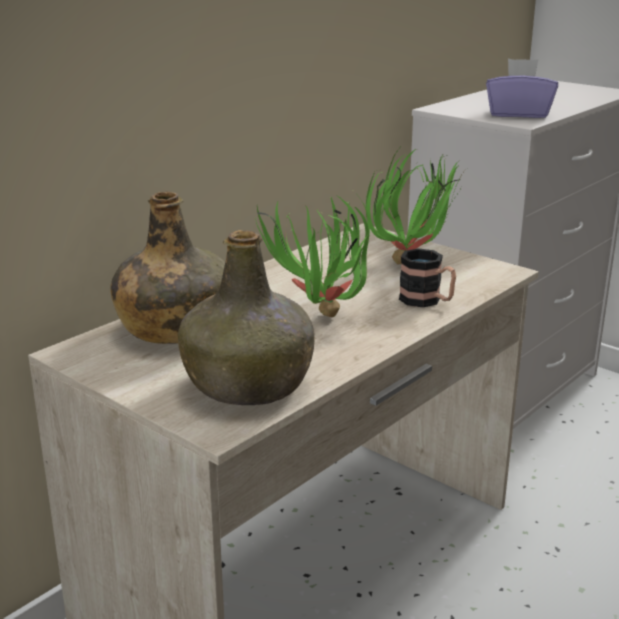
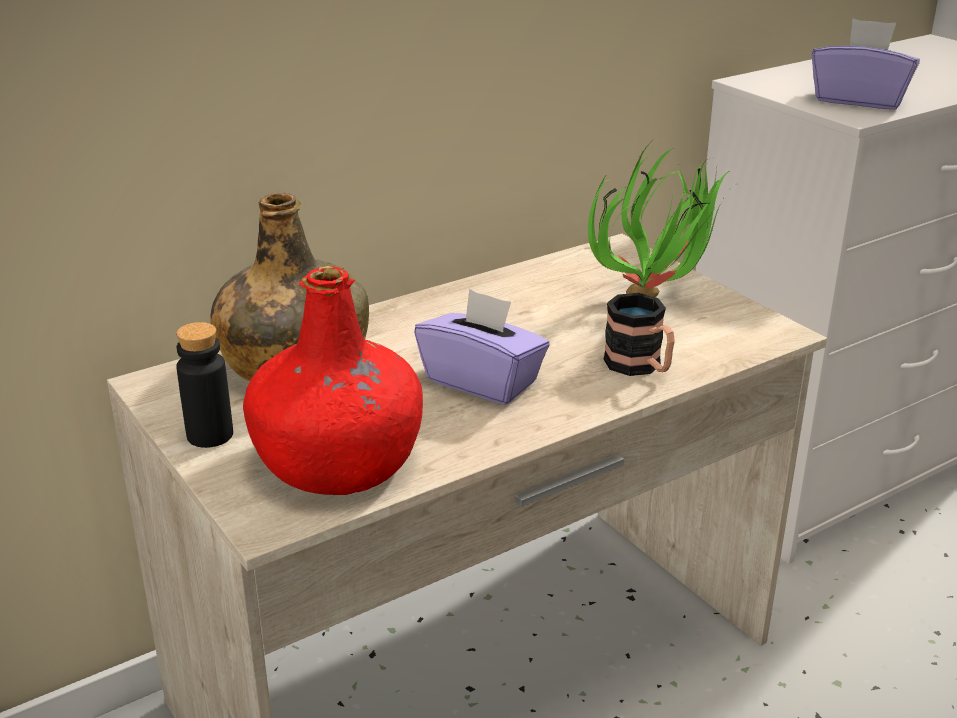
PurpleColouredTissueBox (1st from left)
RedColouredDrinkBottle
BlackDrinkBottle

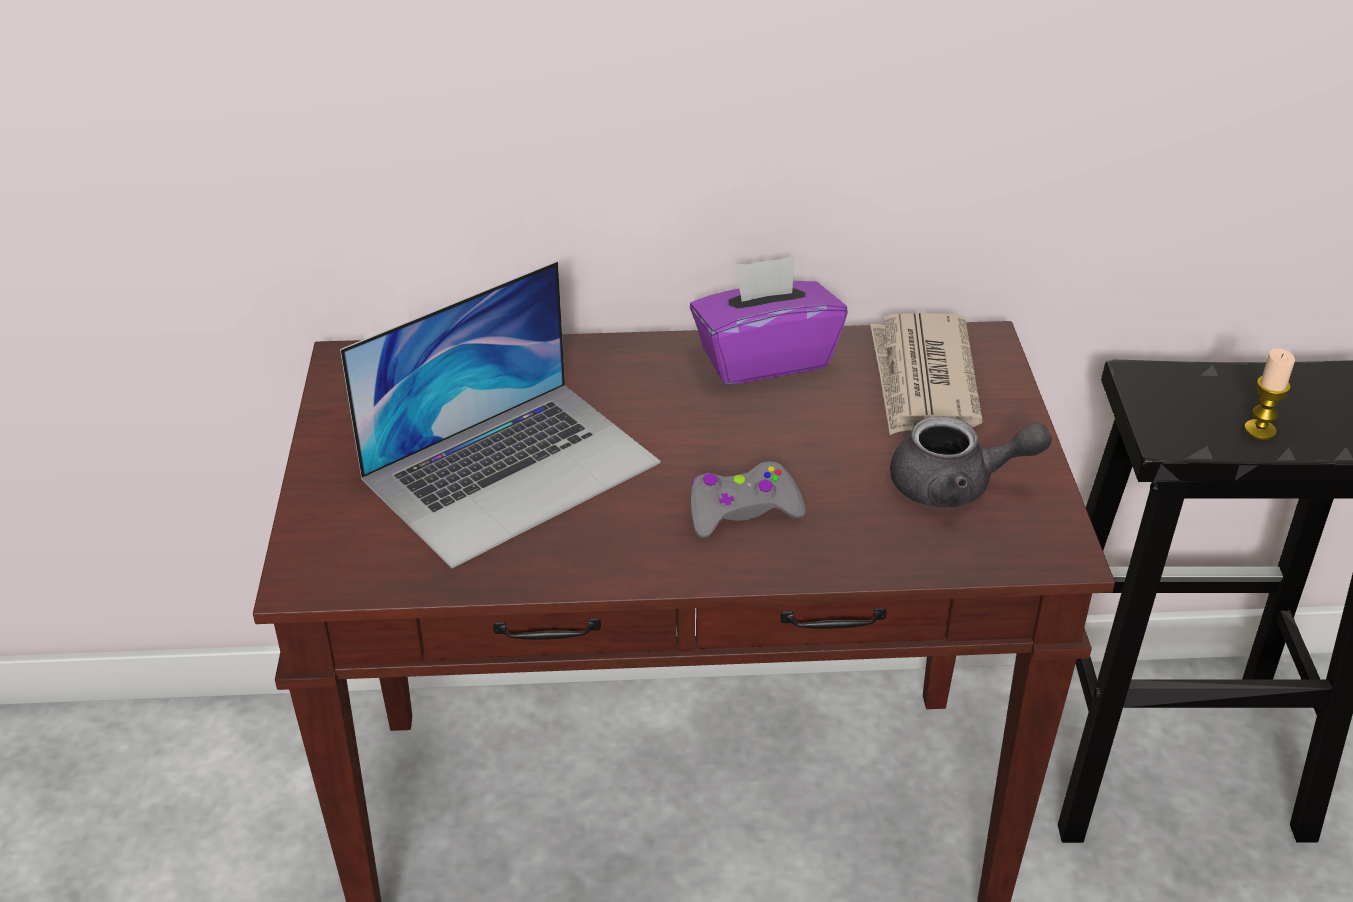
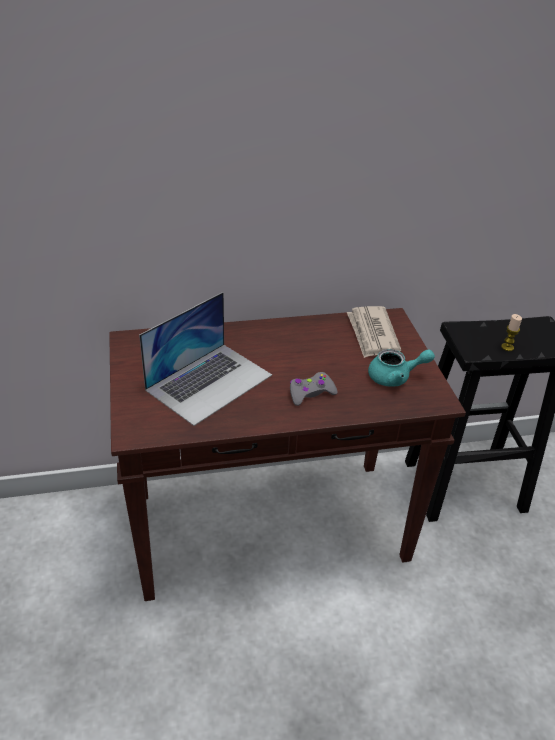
PurpleColouredTissueBox
BlueGreenPotForTea

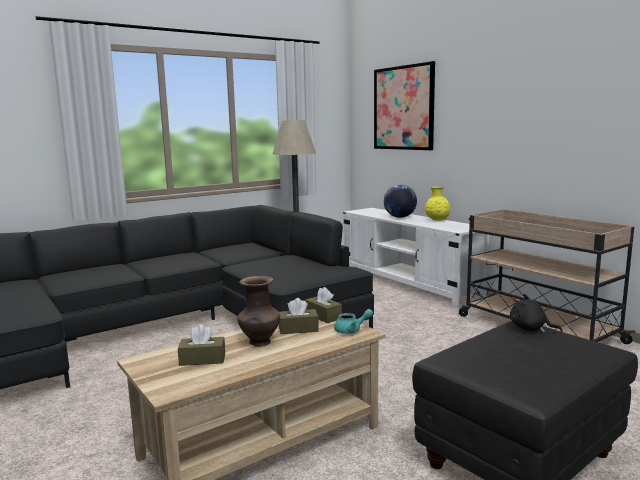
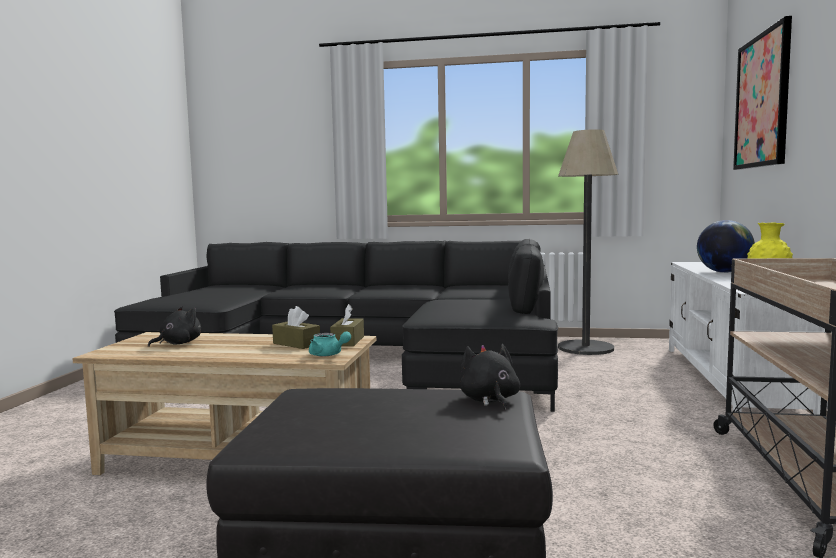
BrownishFlowerVase
BlackCuddlyToy (1st from left)

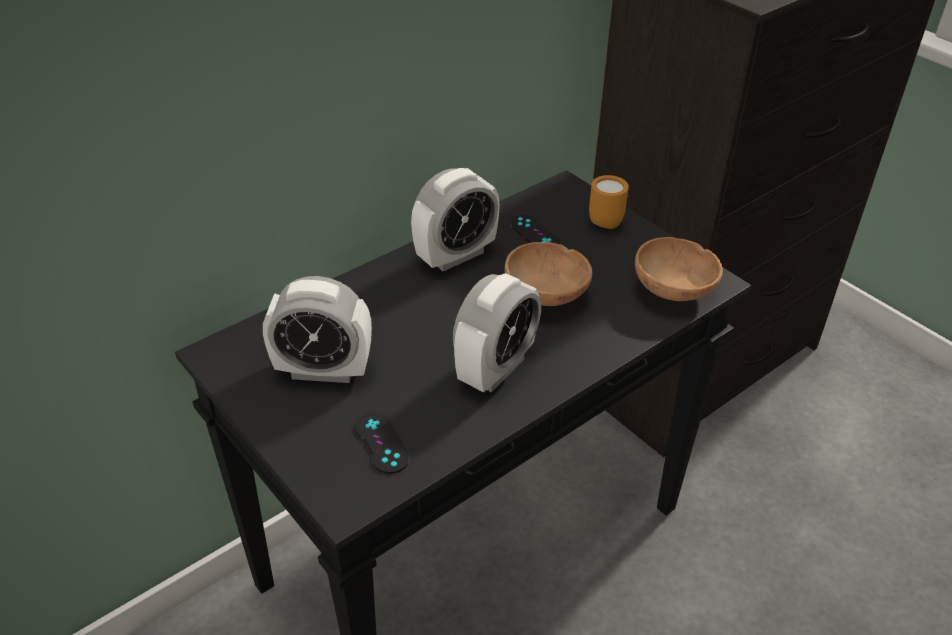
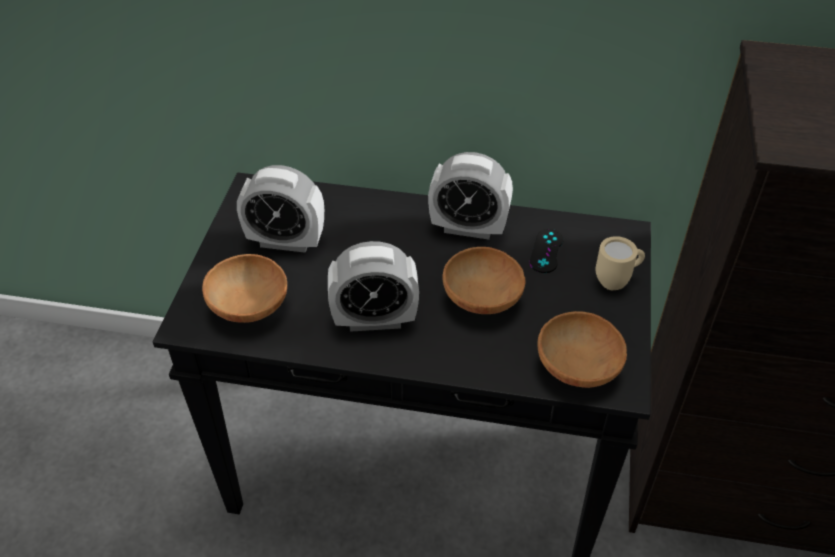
BeigeMug
AlarmClock (1st from left)
BrownishServingBowl (1st from left)

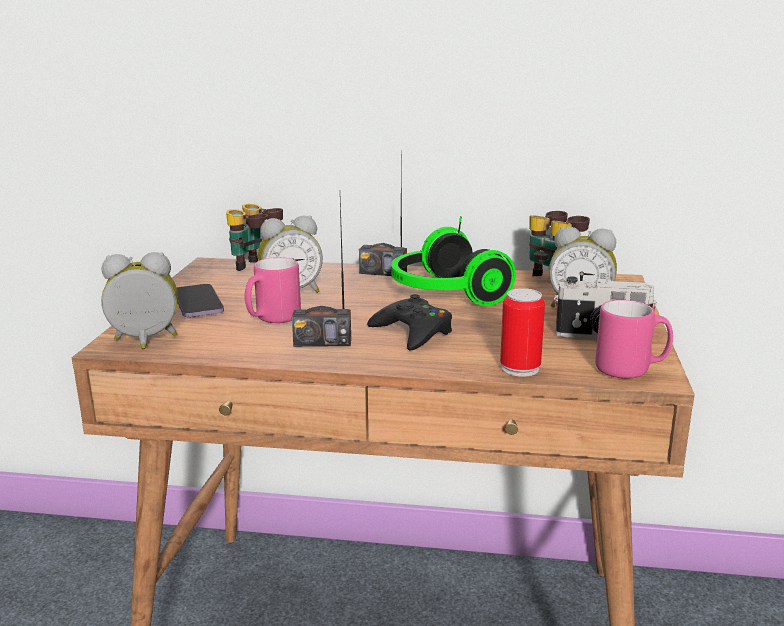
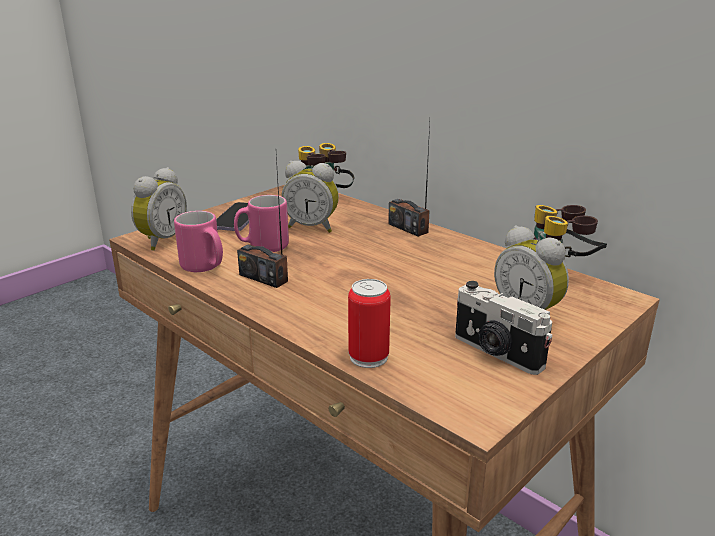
Headphones
AlarmClock (1st from left)
BlackGamepad
PinkMug (1st from left)

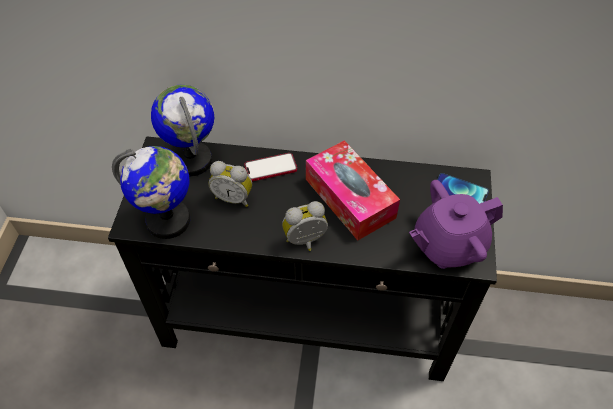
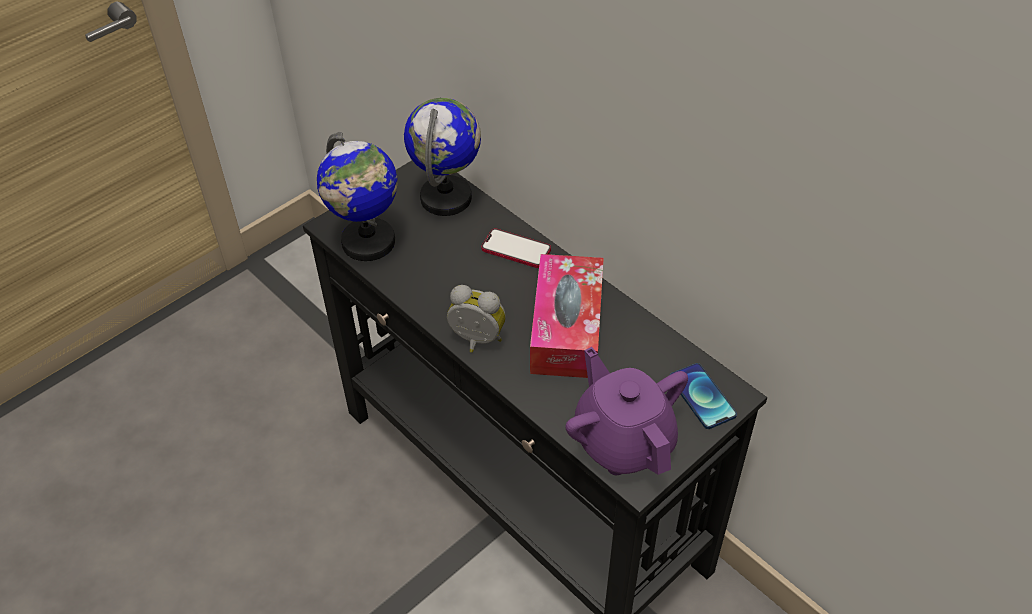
AlarmClock (1st from left in the first image)
PurpleColouredPotForTea

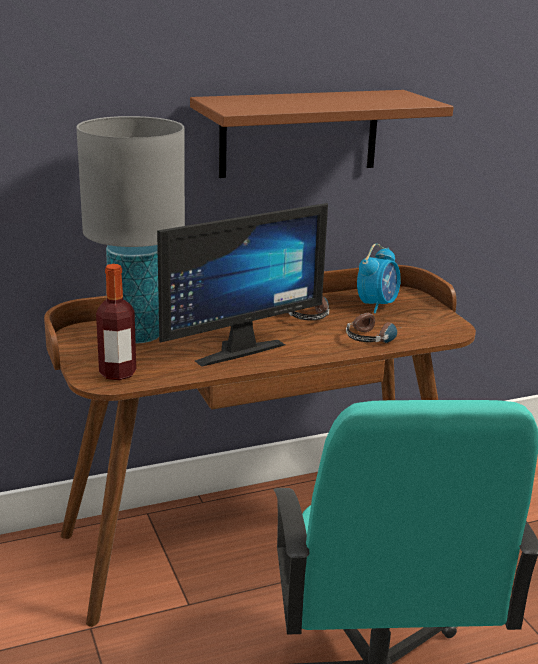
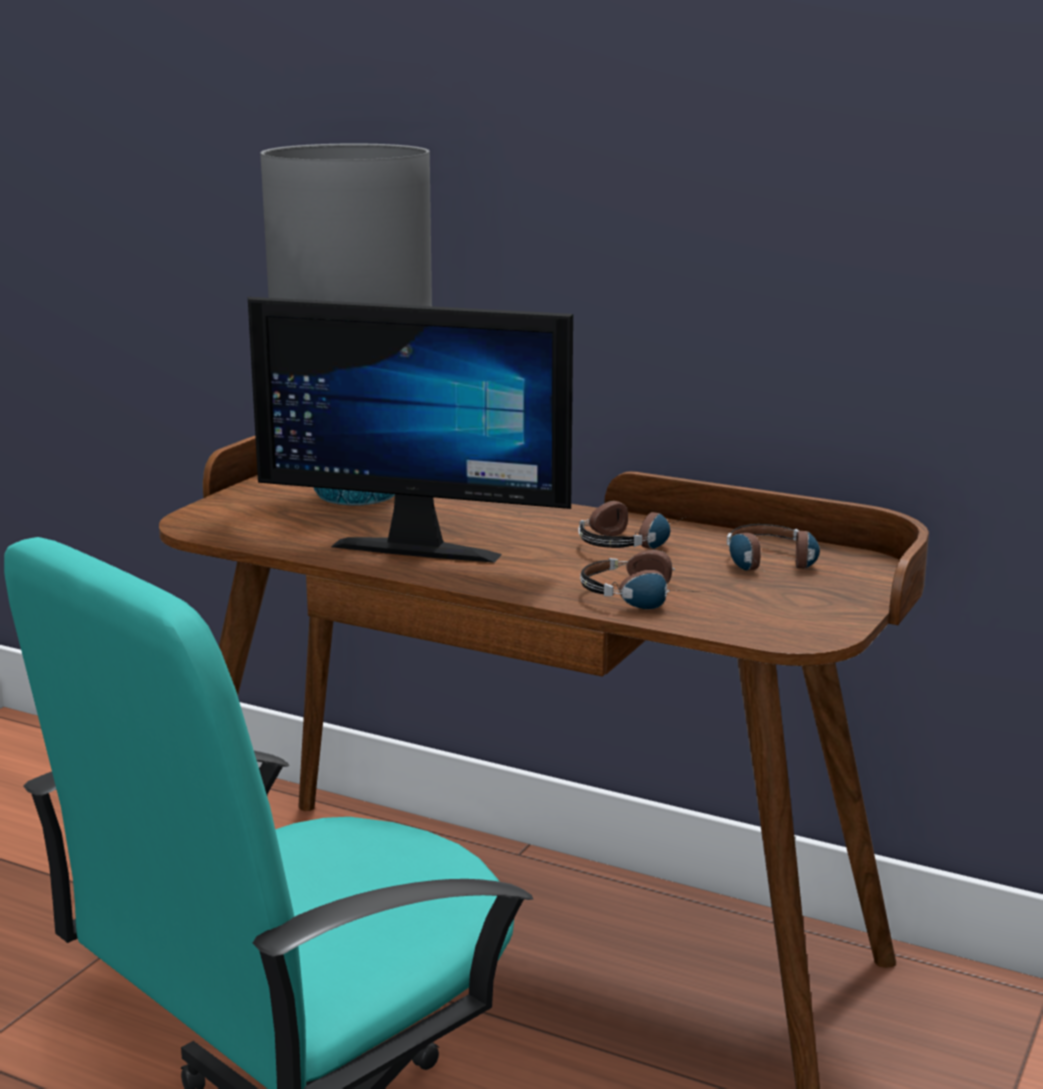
BrownishBracketShelf
Headphones (3rd from left)
DrinkBottle

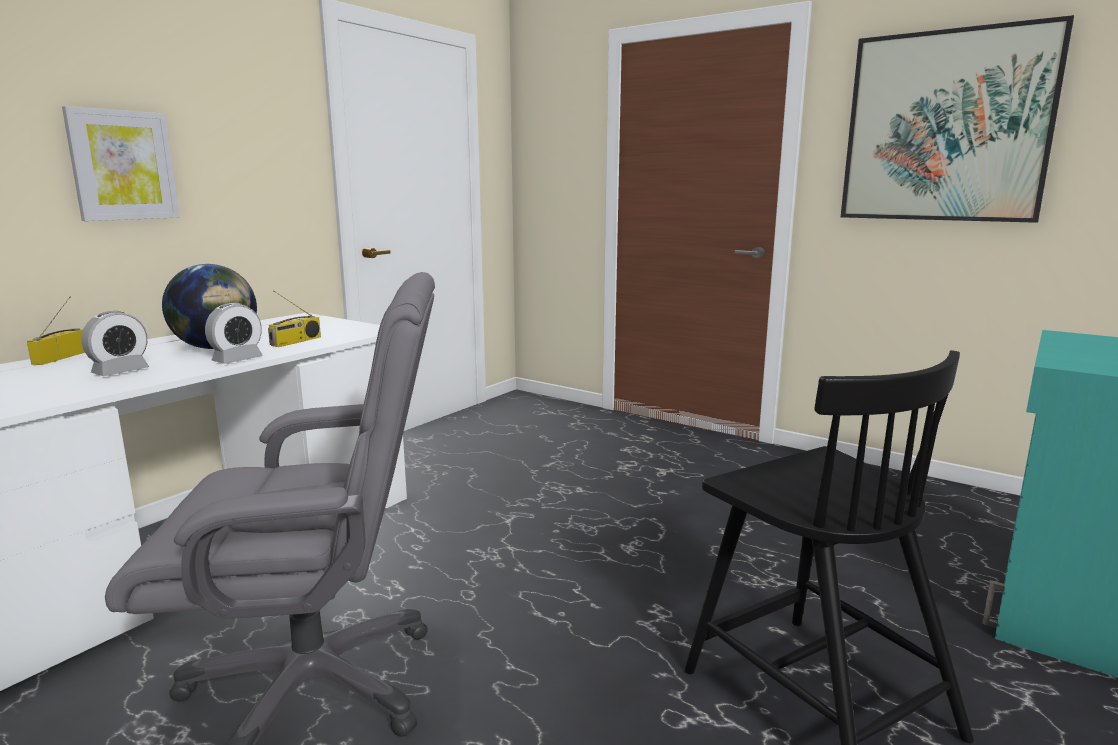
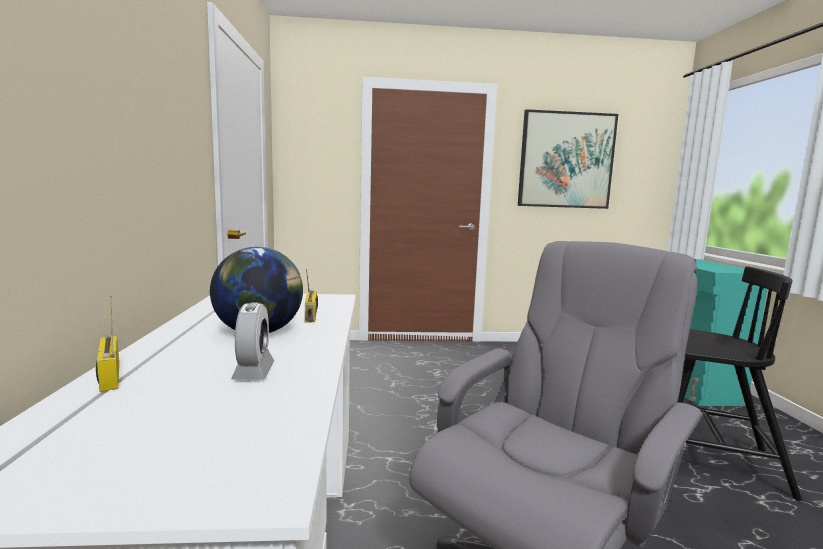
WallPicture (1st from left in the first image)
AlarmClock (2nd from left in the first image)

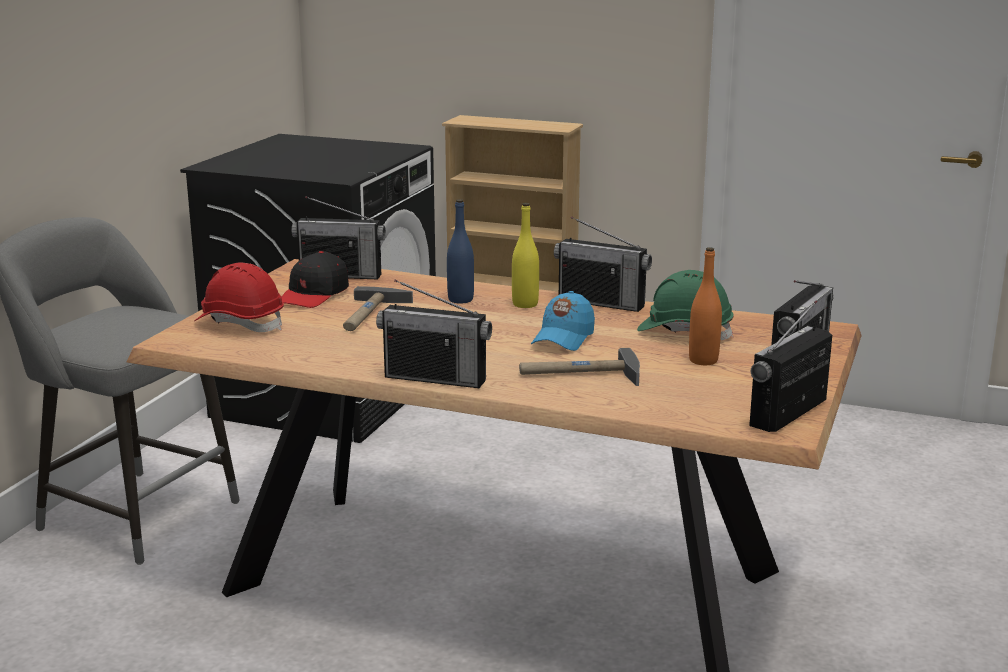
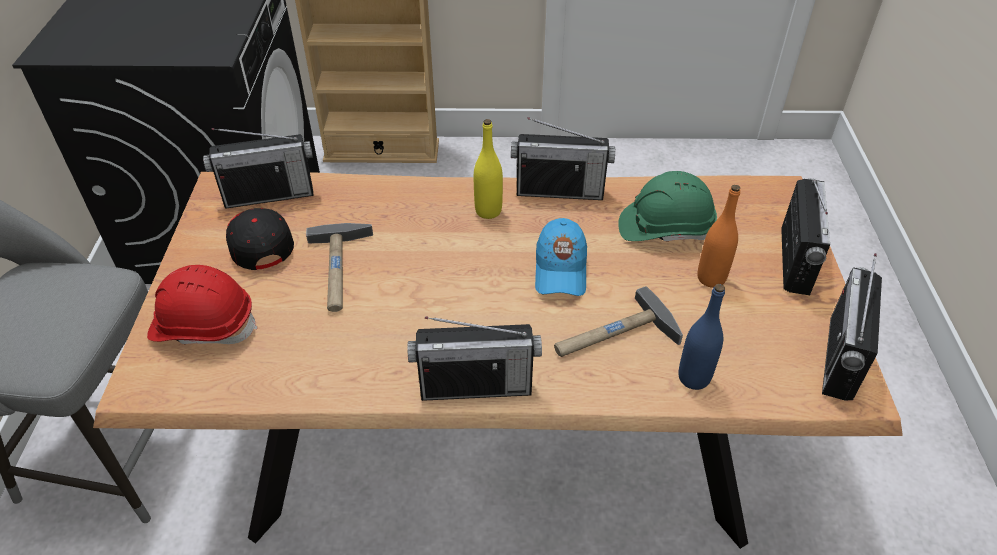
BluishDrinkBottle
BlackPeakedCap

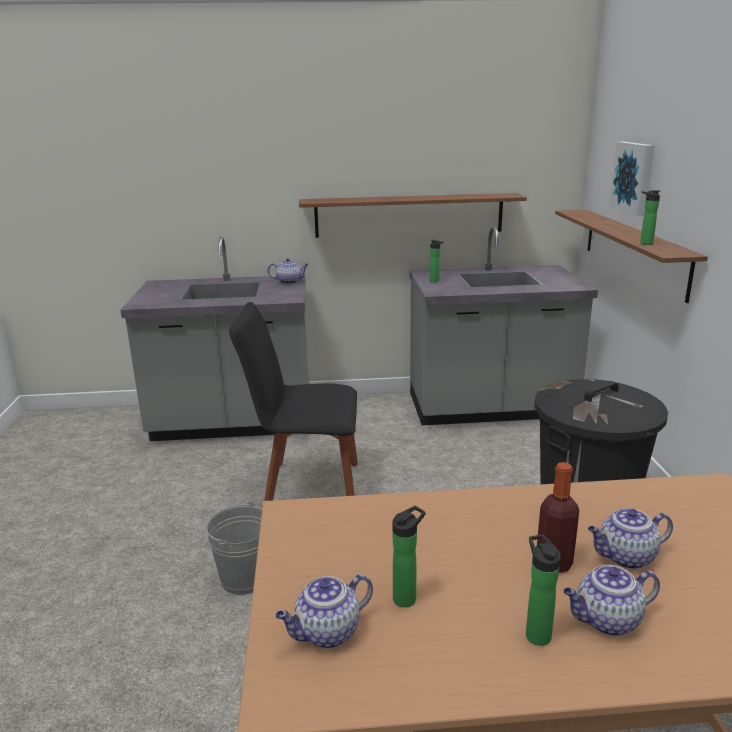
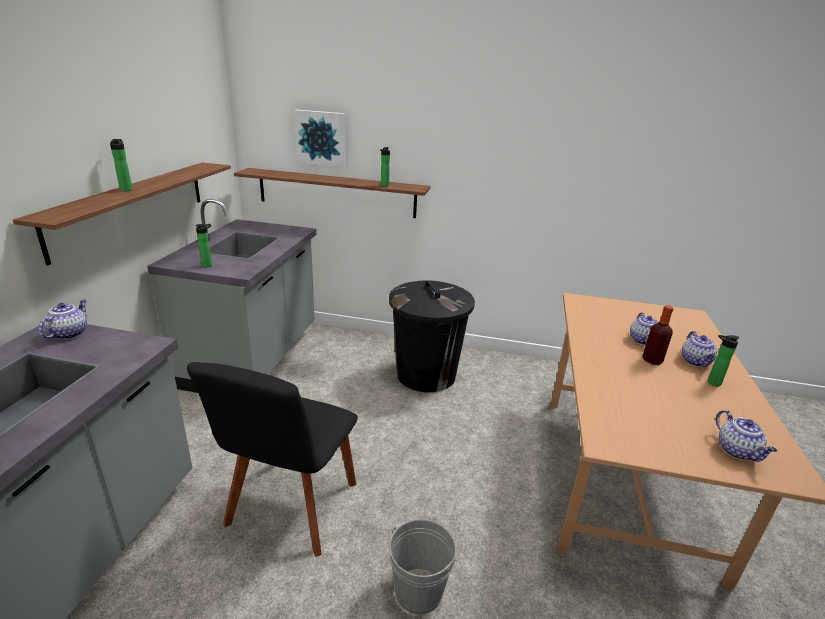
DrinkBottle (1st from left)

